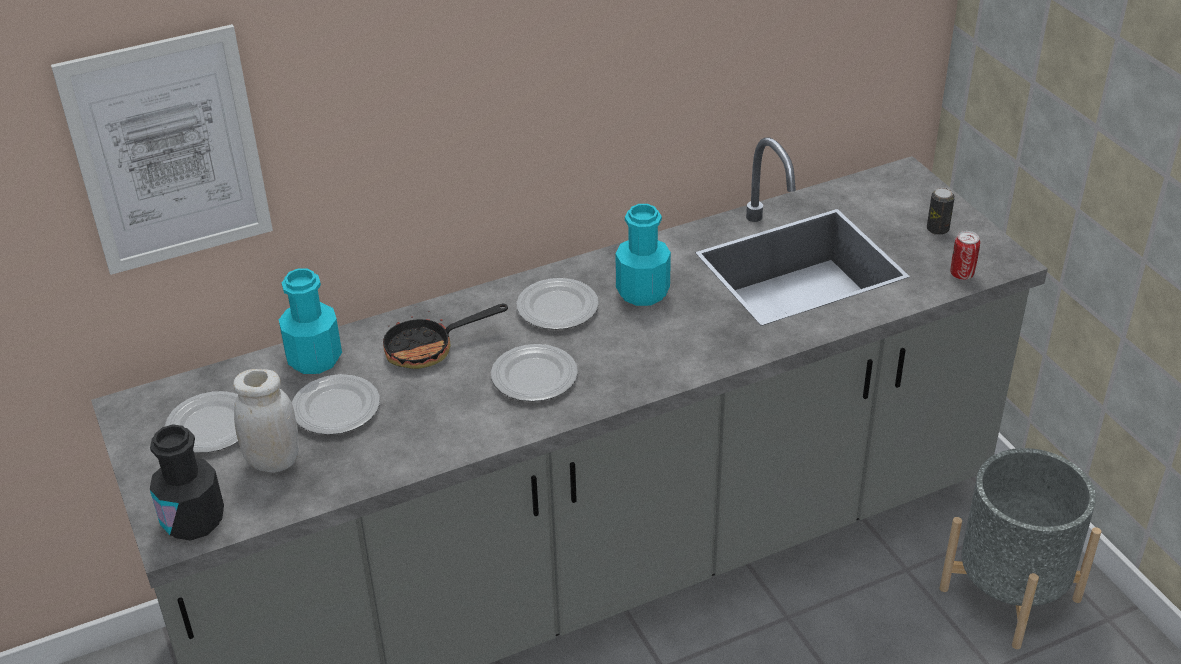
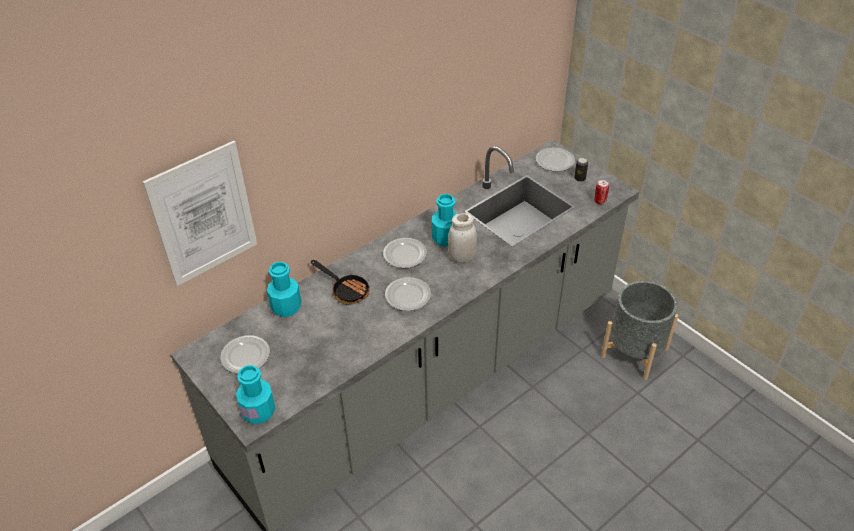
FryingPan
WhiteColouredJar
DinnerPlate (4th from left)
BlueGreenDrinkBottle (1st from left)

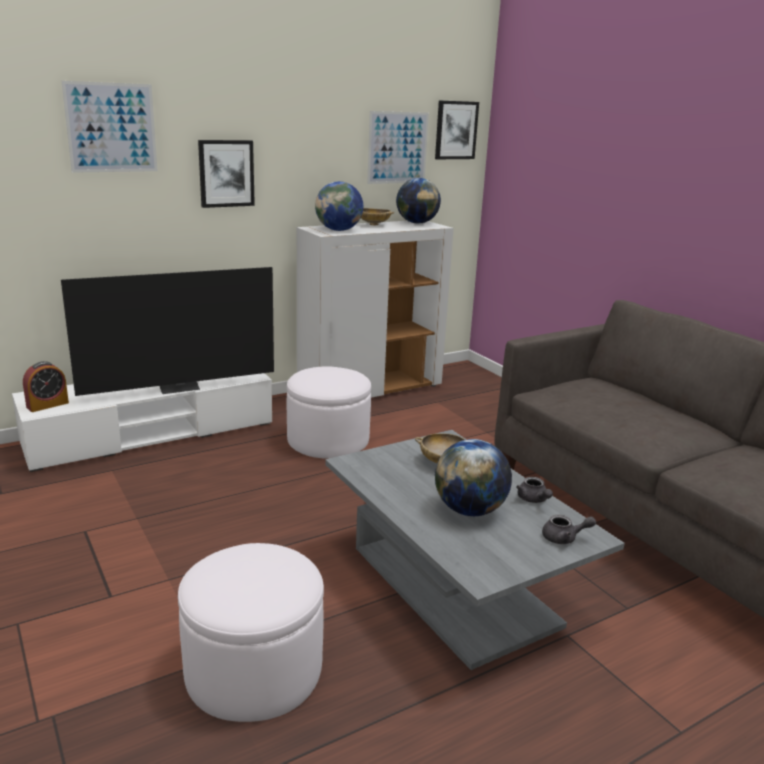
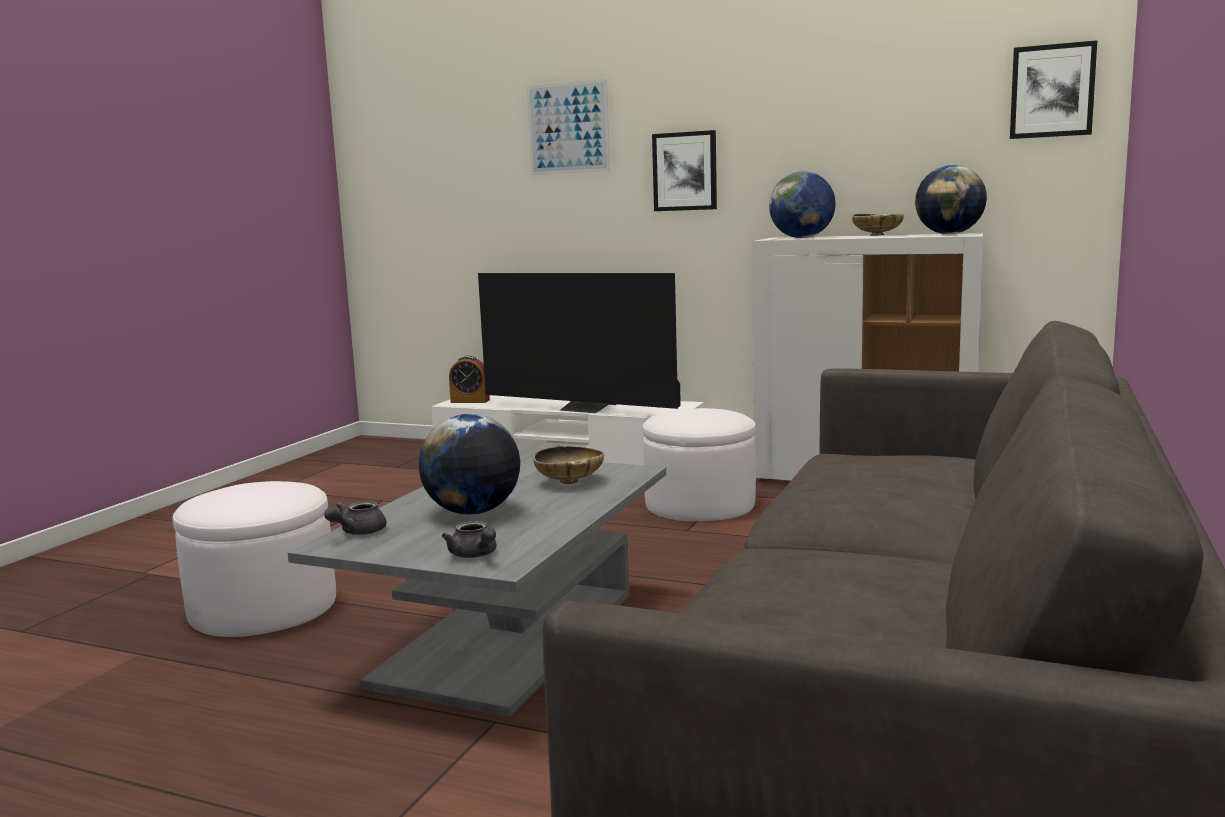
WallPicture (3rd from left in the first image)
GreyishPotForTea (1st from left)

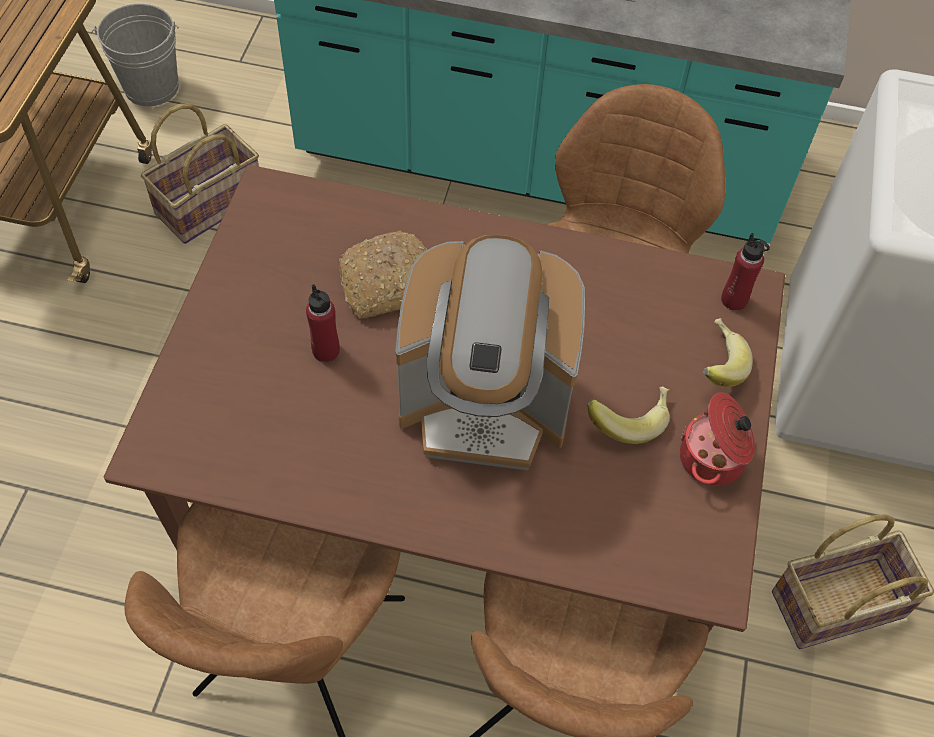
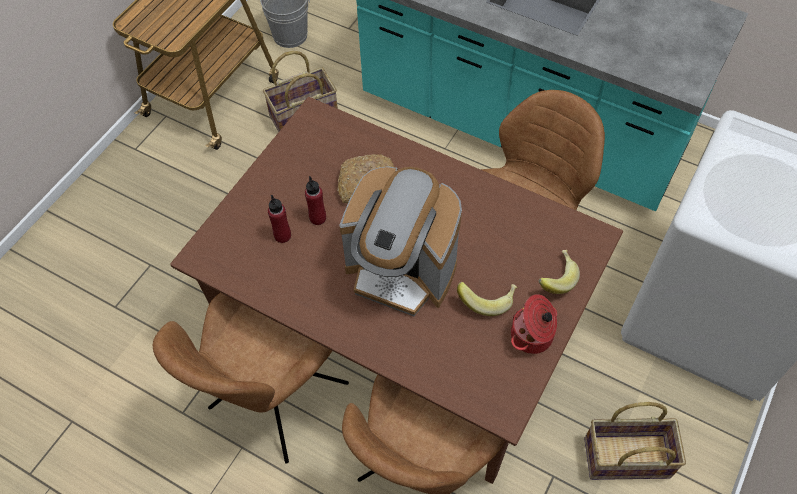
RedColouredDrinkBottle (1st from left)

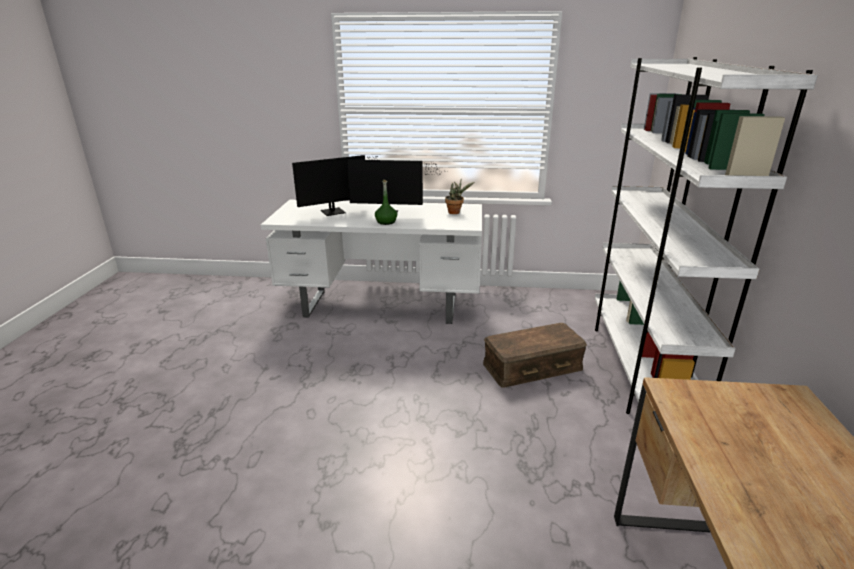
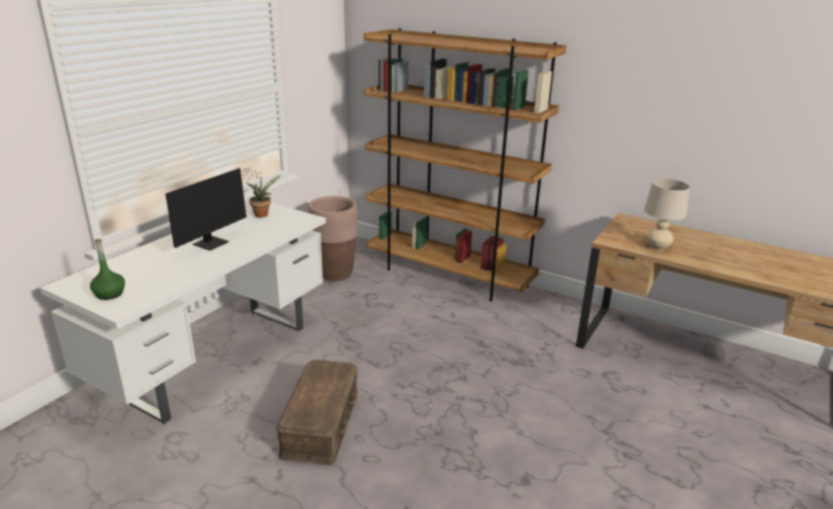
BrownishShelvingUnit
ComputerDisplay (1st from left in the first image)
GreenColouredDrinkBottle
BrownishStorageBin
BeigeLampForATable
BrownishPlanter

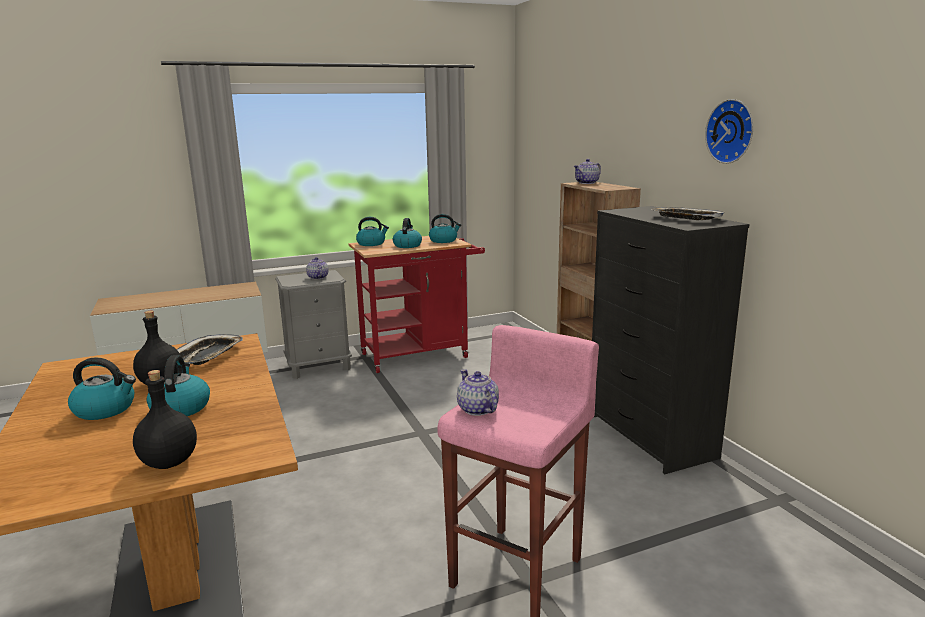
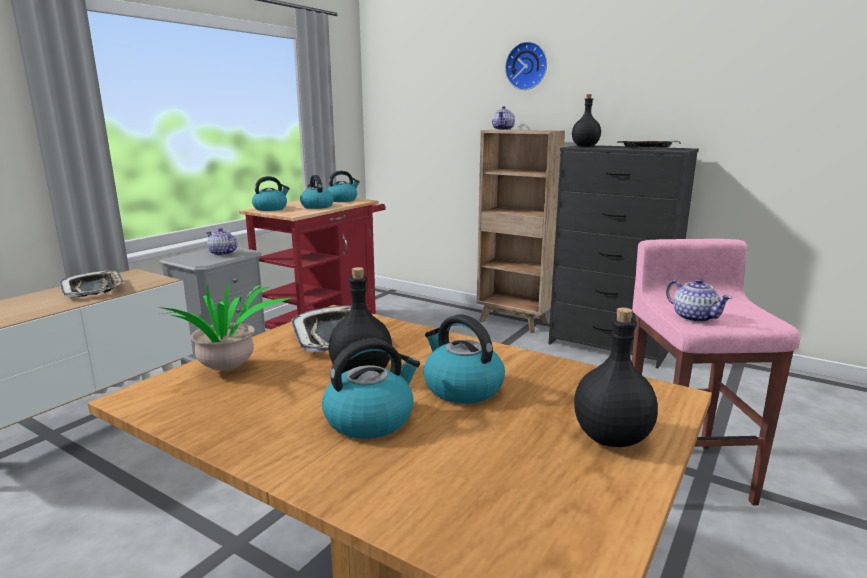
WallClock
PotForTea (3rd from left)
BlackDrinkBottle (2nd from left)
CarryingTray (1st from left)
Houseplant

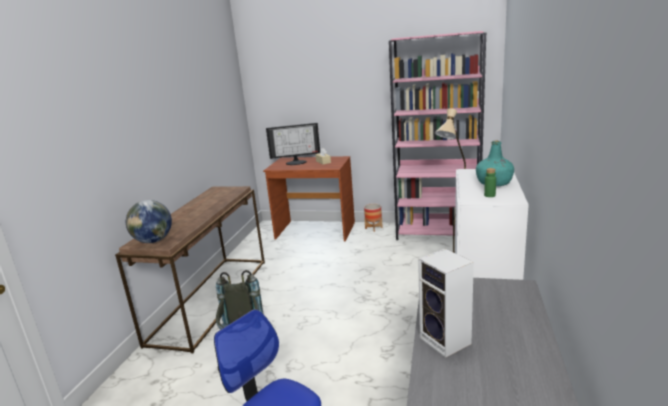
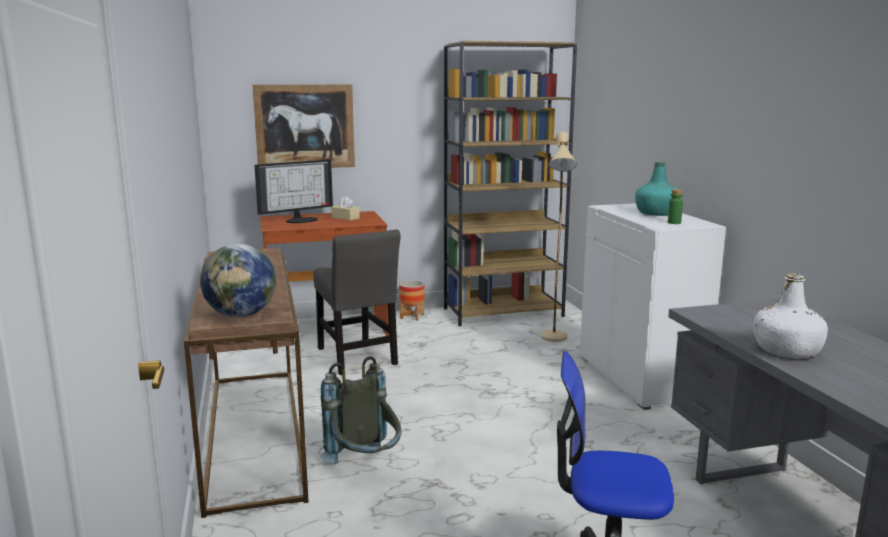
BrownishShelvingUnit
WhiteColouredDrinkBottle
WallPicture
GreyishPlainChair

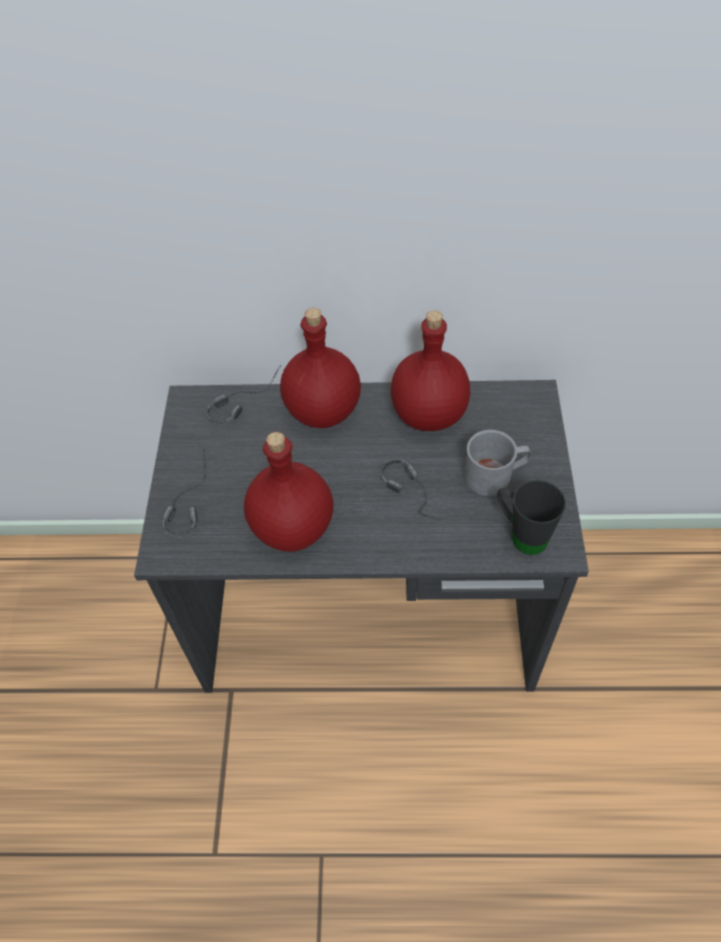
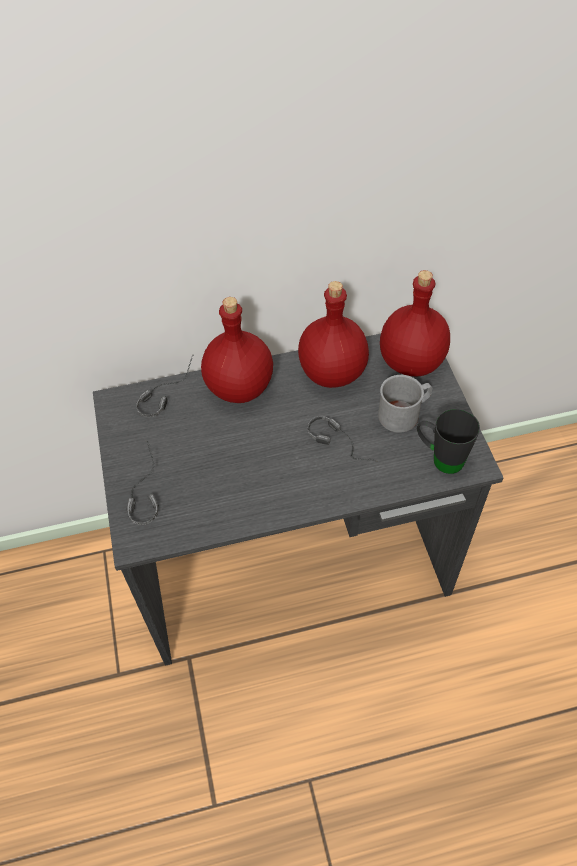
RedColouredDrinkBottle (3rd from left)

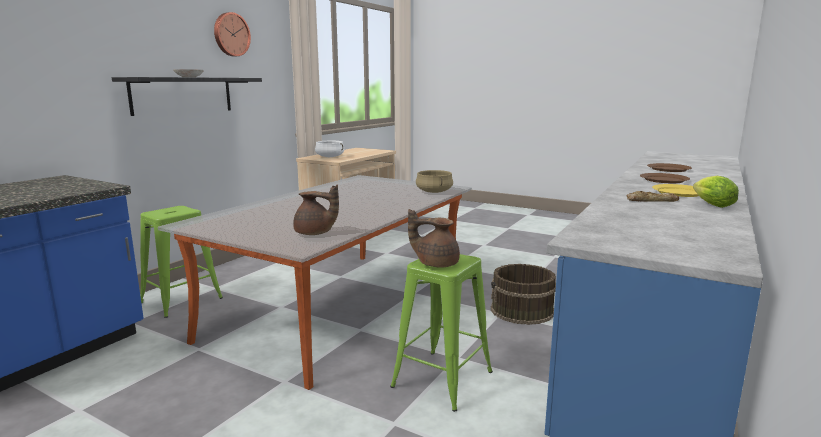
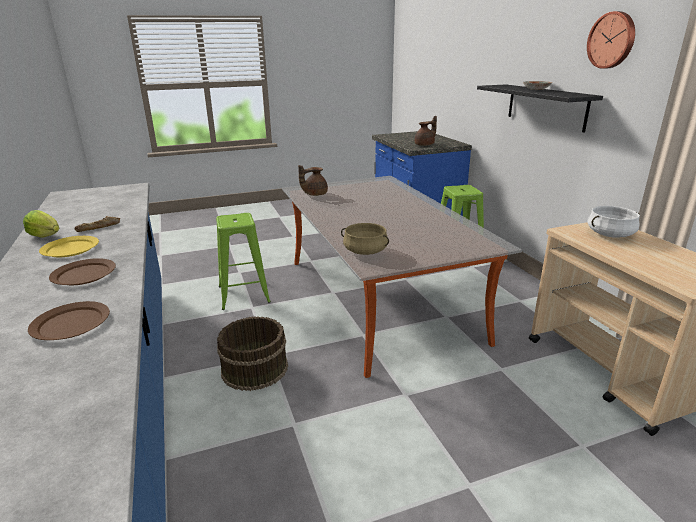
BrownishPotForTea (2nd from left)

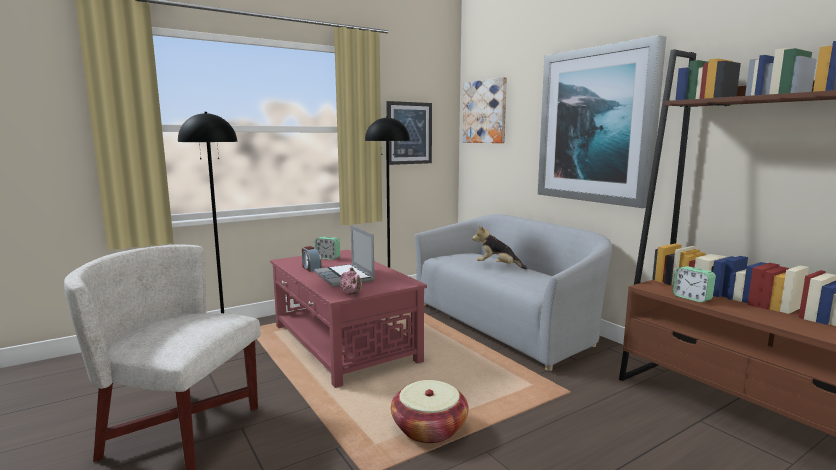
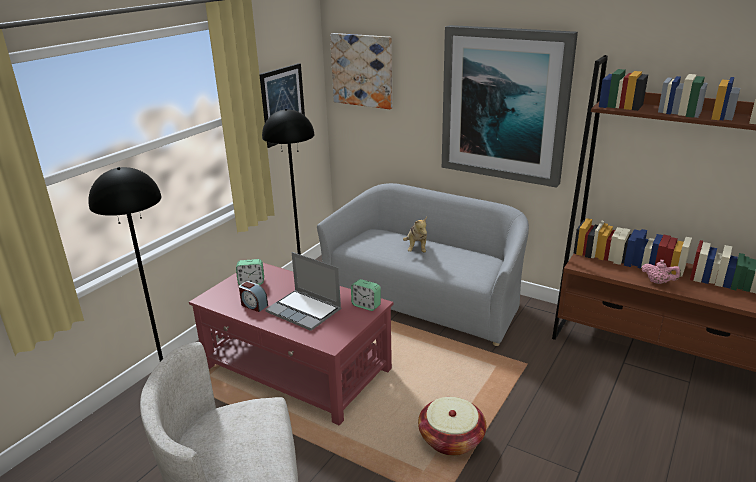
CuddlyToy
AlarmClock (3rd from left)
PinkPotForTea

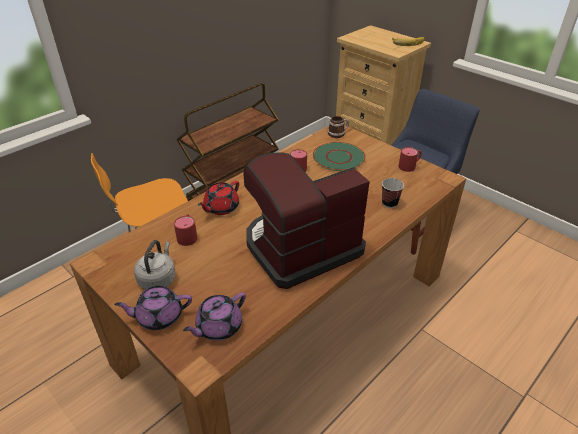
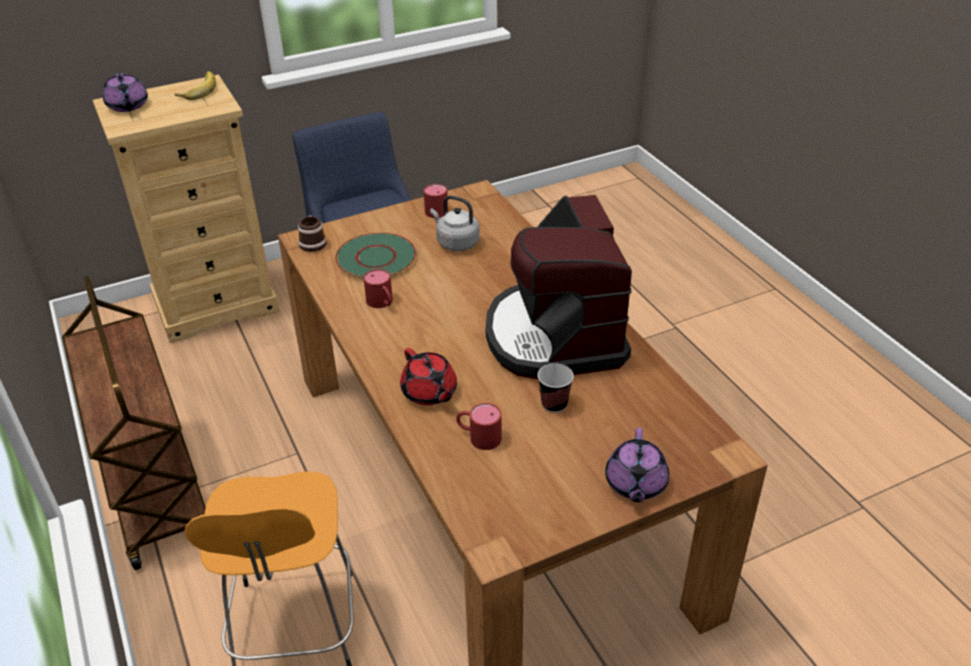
DrinkingCup
GreyishTeaKettle
PurpleColouredPotForTea (1st from left)

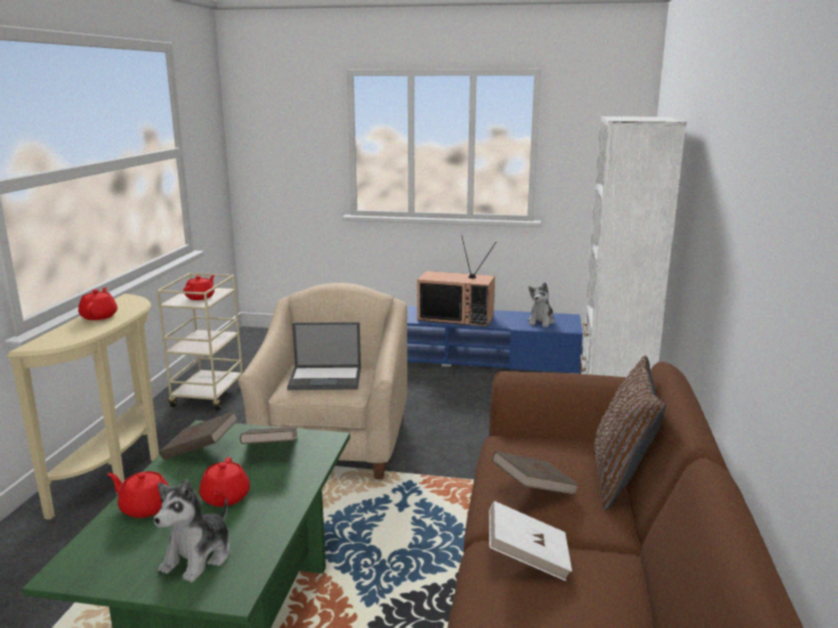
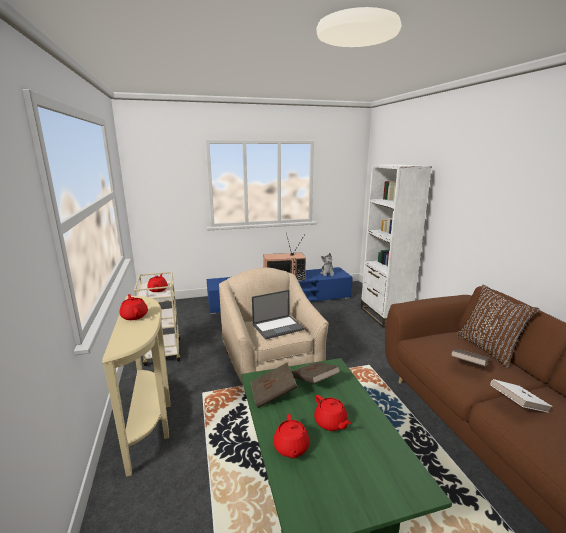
RedColouredPotForTea (3rd from left)
CuddlyToy (1st from left in the first image)

